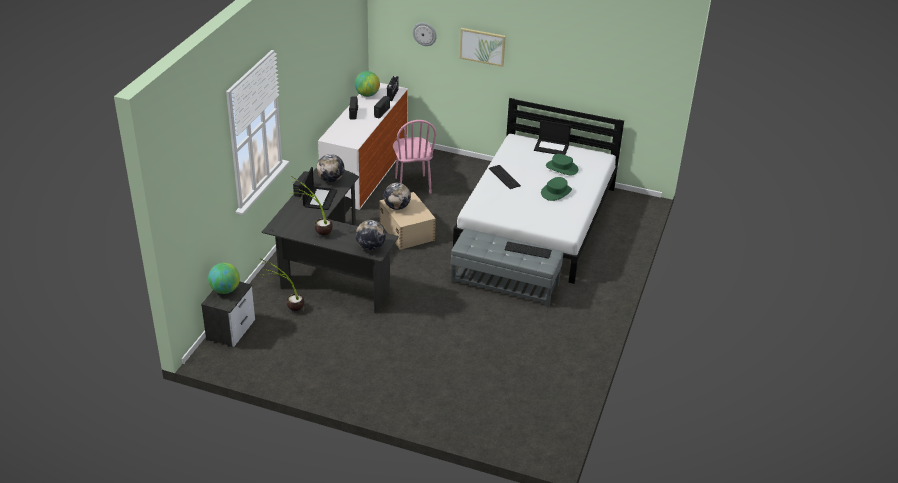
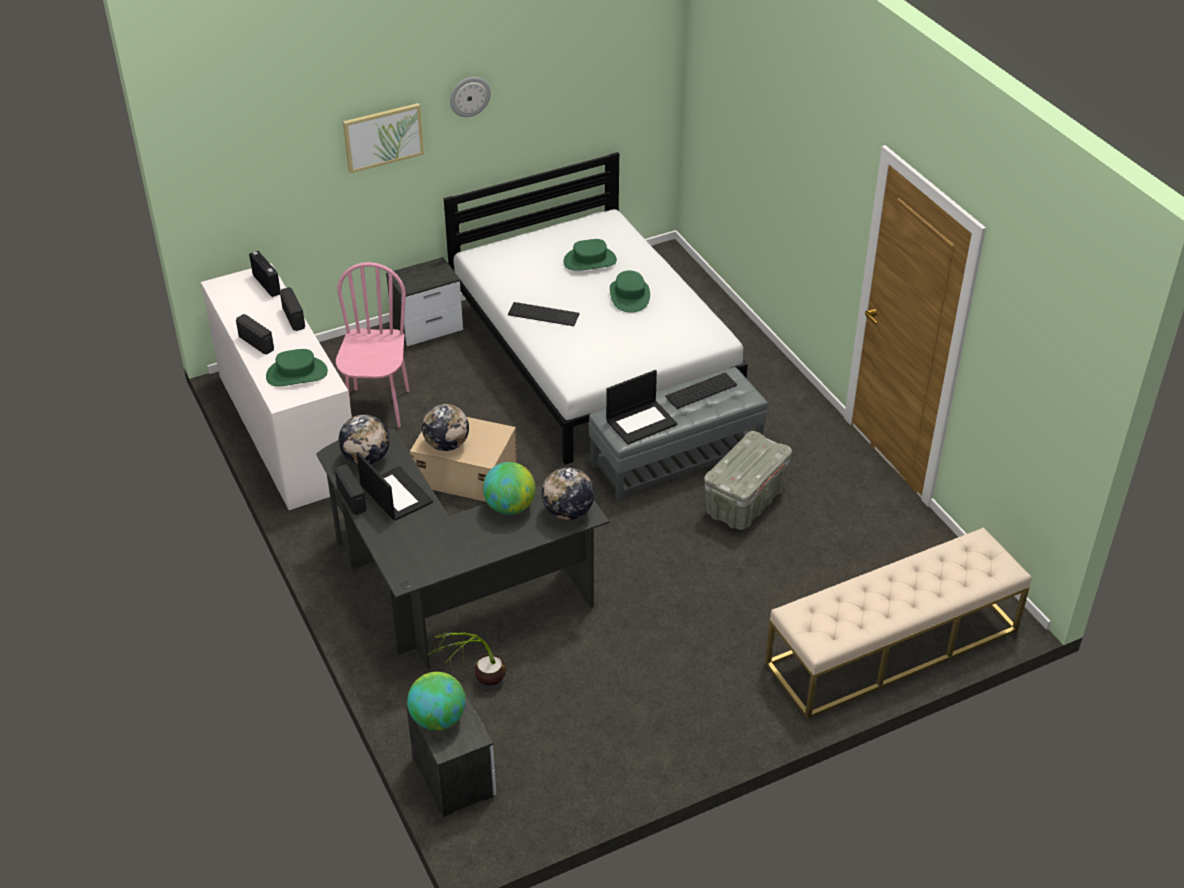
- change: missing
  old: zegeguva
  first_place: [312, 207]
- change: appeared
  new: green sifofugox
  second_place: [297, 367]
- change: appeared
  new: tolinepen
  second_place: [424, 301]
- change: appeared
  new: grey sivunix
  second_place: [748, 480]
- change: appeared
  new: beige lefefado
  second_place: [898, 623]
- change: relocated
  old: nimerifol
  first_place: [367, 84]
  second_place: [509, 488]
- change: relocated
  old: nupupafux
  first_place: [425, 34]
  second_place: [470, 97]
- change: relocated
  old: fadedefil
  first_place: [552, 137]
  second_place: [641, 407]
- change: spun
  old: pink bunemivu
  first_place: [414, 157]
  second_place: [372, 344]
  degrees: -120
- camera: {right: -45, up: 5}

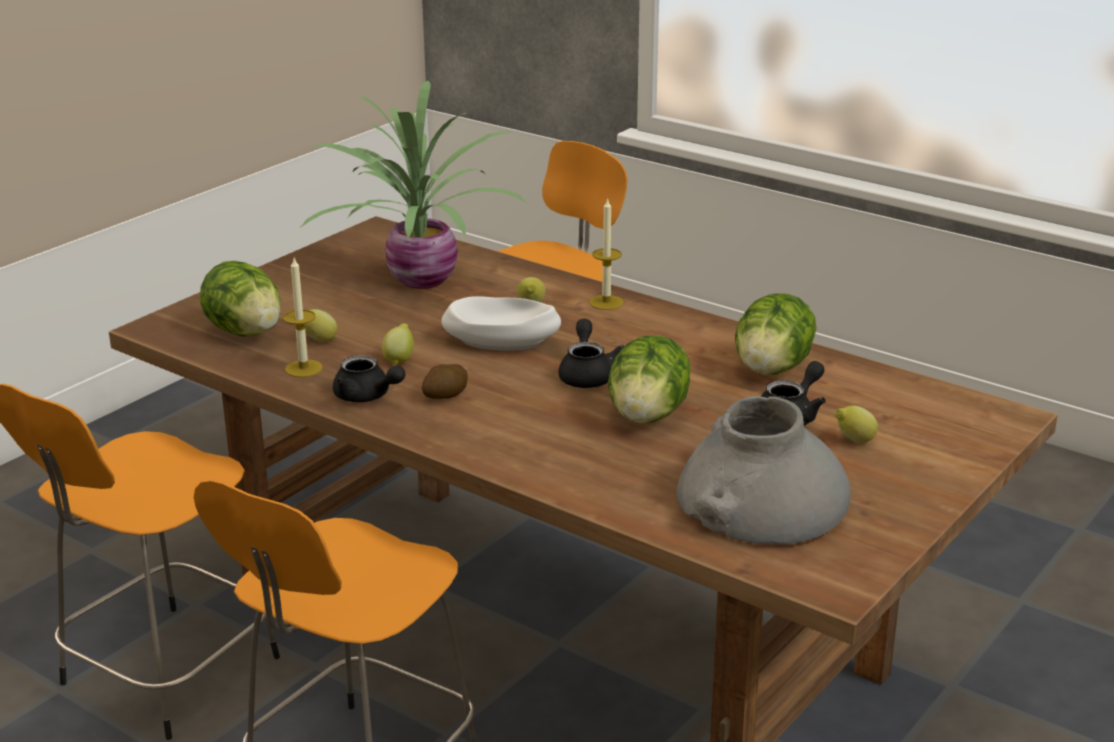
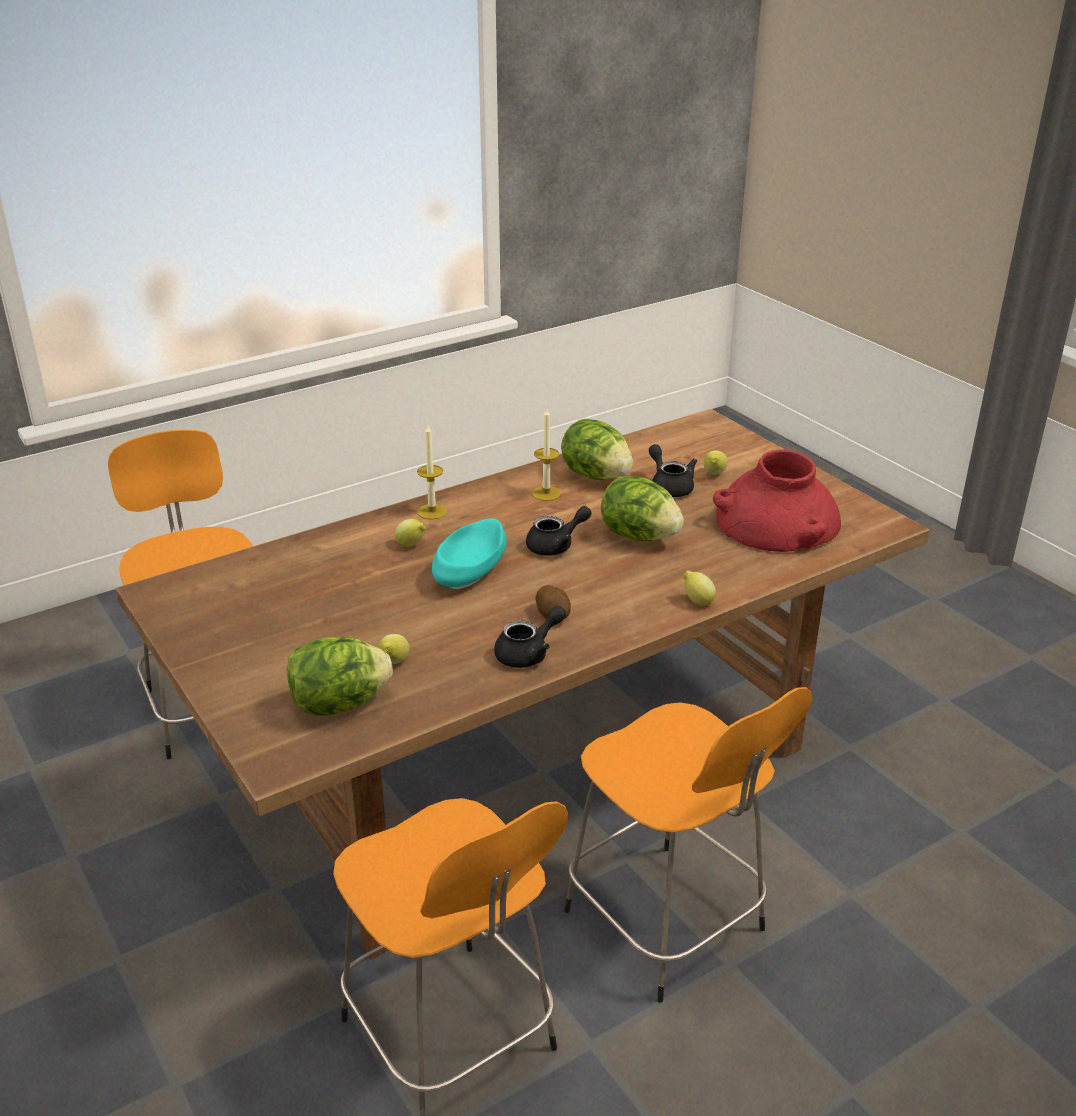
- change: missing
  old: zegeguva
  first_place: [413, 185]
- change: relocated
  old: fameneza
  first_place: [303, 317]
  second_place: [546, 454]
- change: relocated
  old: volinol
  first_place: [398, 344]
  second_place: [700, 588]
- change: colour
  old: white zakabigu
  new: turquoise zakabigu
  first_place: [501, 323]
  second_place: [469, 553]
- change: colour
  old: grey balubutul
  new: red balubutul
  first_place: [763, 470]
  second_place: [777, 500]
- change: spun
  old: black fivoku
  first_place: [591, 353]
  second_place: [559, 531]
  degrees: 135
- camera: {right: -70, up: 5}

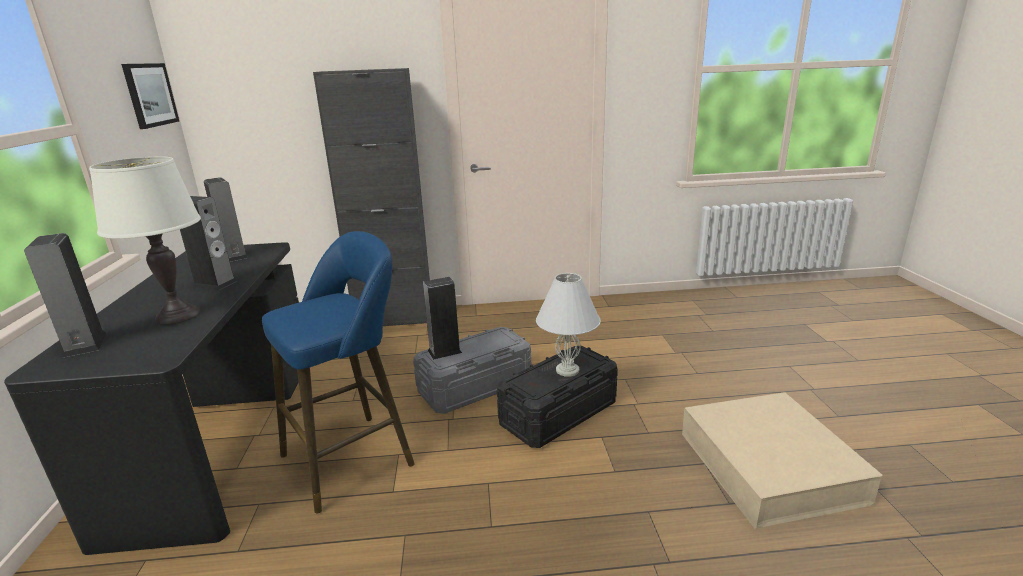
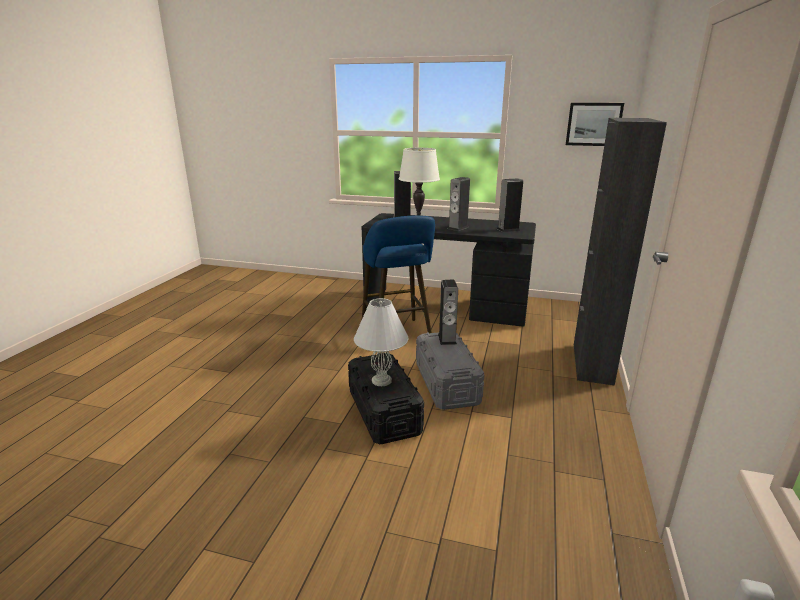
- change: missing
  old: beige sivunix
  first_place: [782, 460]
- camera: {right: 110, up: 0}

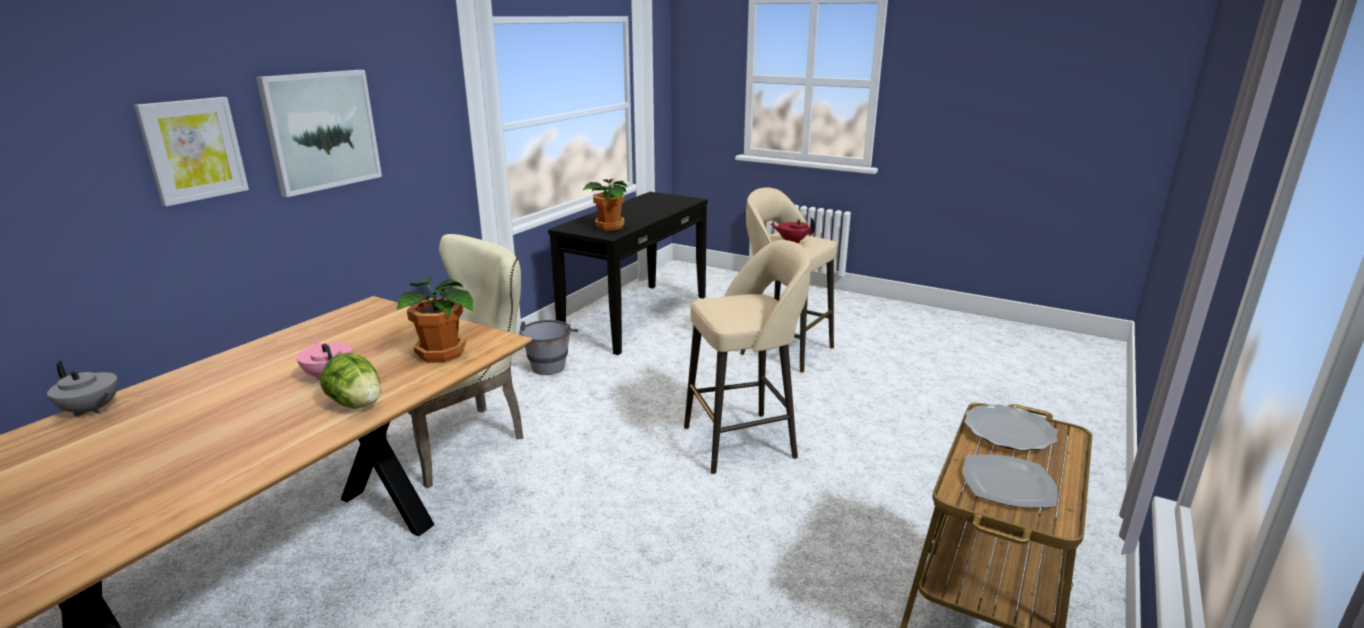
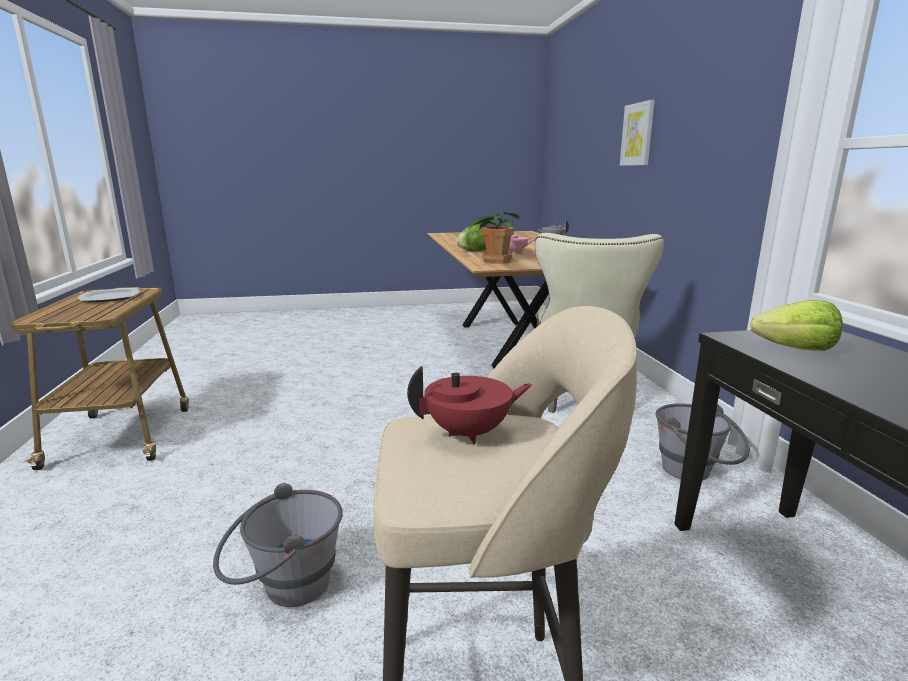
- change: missing
  old: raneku
  first_place: [319, 133]
- change: missing
  old: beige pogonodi
  first_place: [747, 357]
- change: missing
  old: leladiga
  first_place: [1011, 427]
- change: appeared
  new: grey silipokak
  second_place: [278, 545]
- change: exchanged
  old: zegeguva
  new: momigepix
  first_place: [605, 205]
  second_place: [796, 325]
- camera: {right: 140, up: -5}

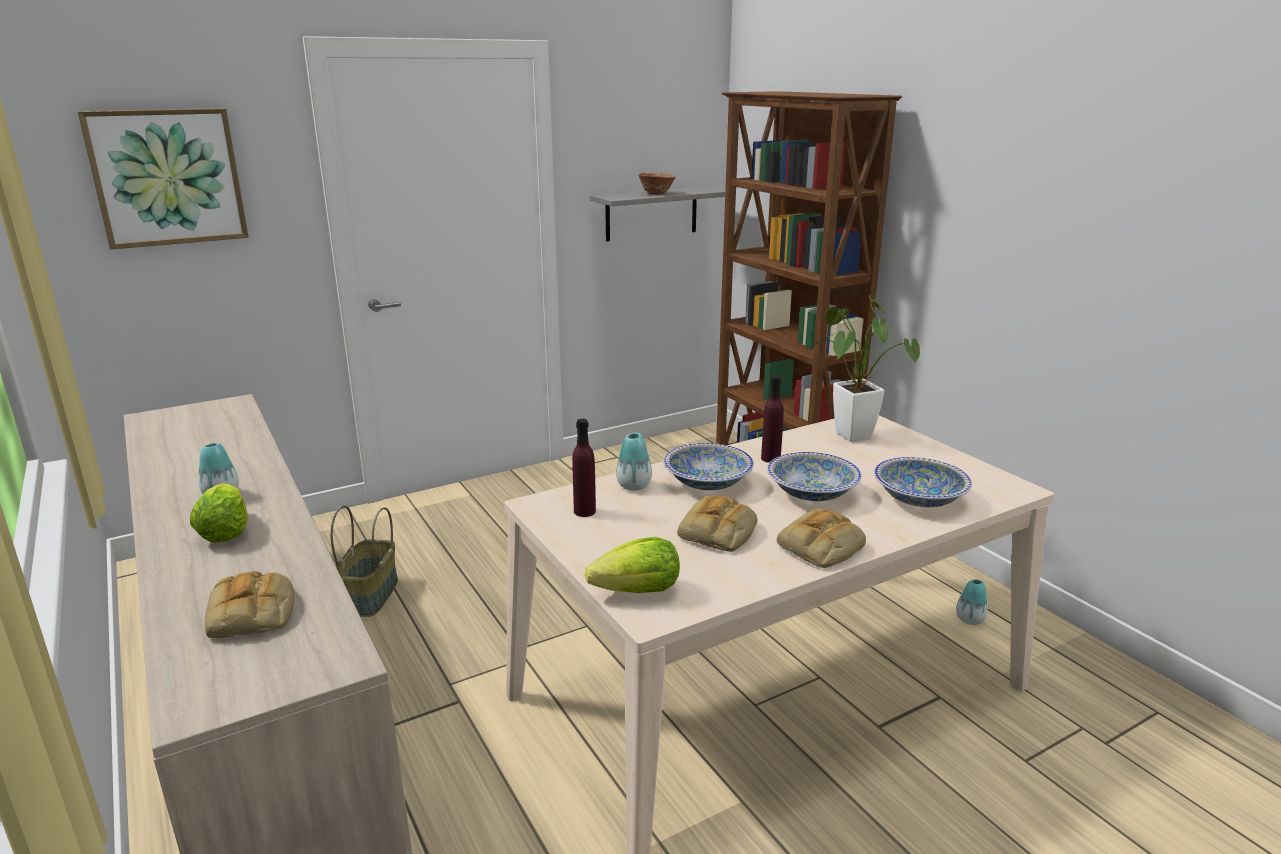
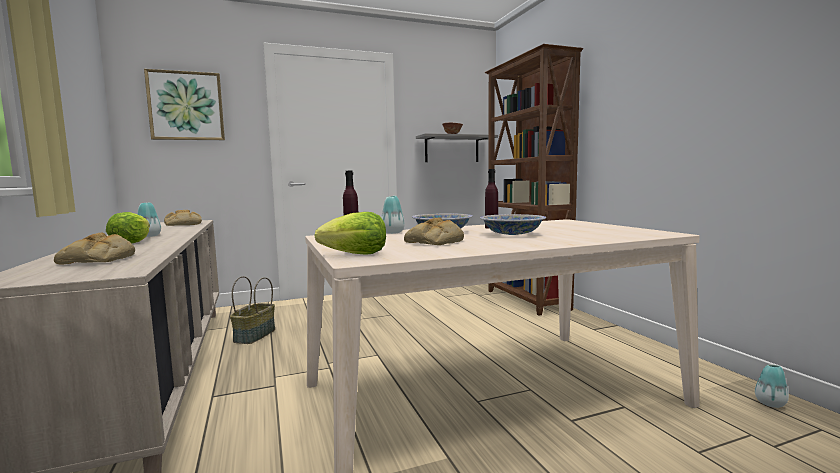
- change: missing
  old: zegeguva
  first_place: [866, 368]
- change: missing
  old: zakabigu
  first_place: [923, 482]
- change: relocated
  old: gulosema
  first_place: [821, 538]
  second_place: [183, 218]
- change: relocated
  old: balubutul
  first_place: [972, 602]
  second_place: [772, 386]
- camera: {right: 10, up: -15}

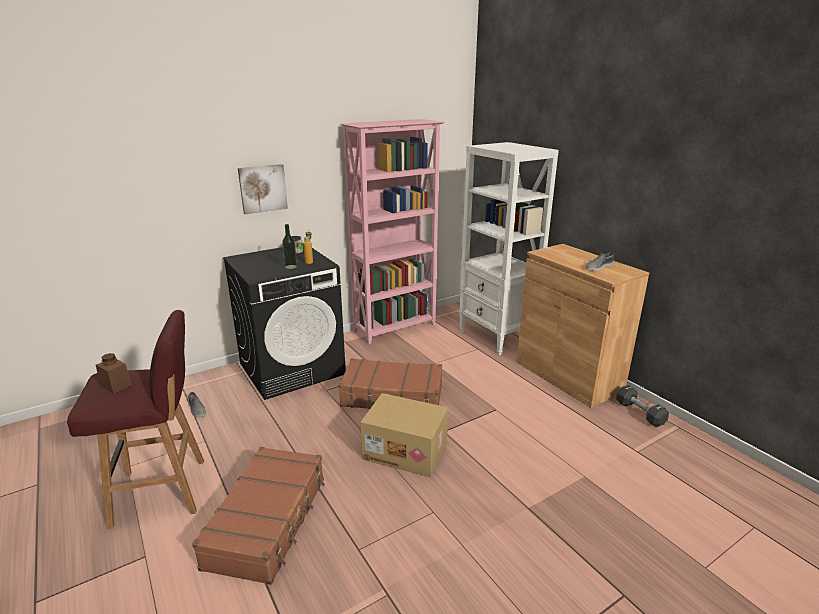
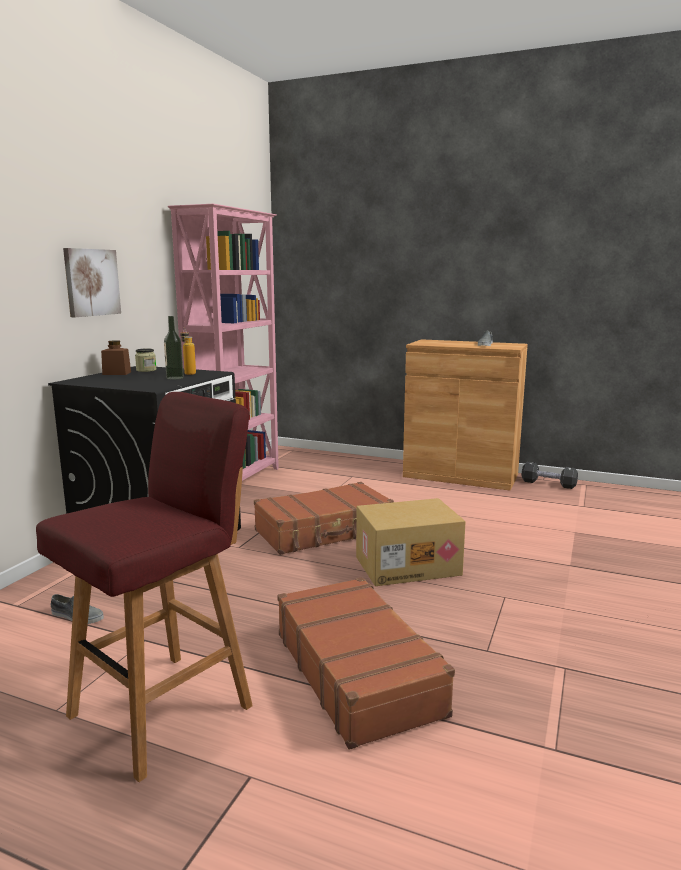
- change: missing
  old: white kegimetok
  first_place: [509, 248]
- change: relocated
  old: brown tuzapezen
  first_place: [114, 373]
  second_place: [116, 357]
- camera: {right: -35, up: -10}

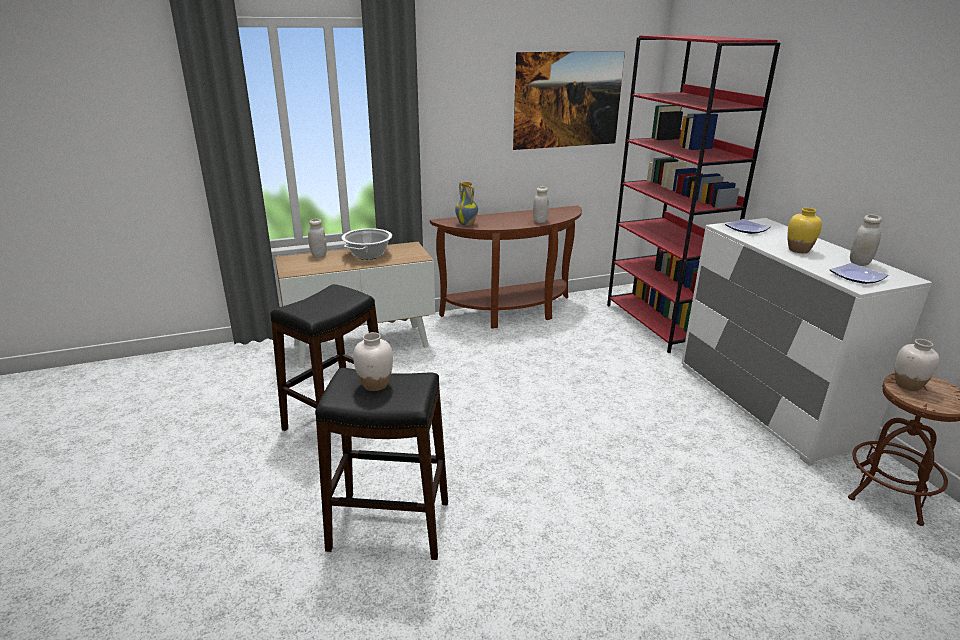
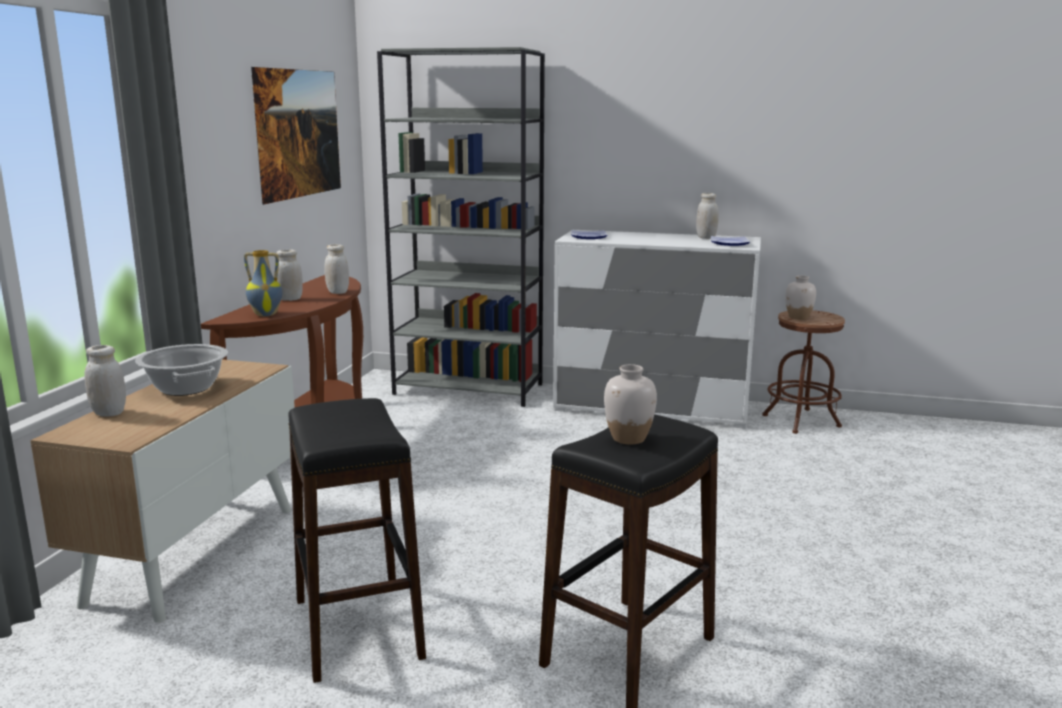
- change: missing
  old: yellow balubutul
  first_place: [804, 230]
- change: appeared
  new: white tuzapezen
  second_place: [289, 275]
- change: colour
  old: red kegimetok
  new: grey kegimetok
  first_place: [693, 194]
  second_place: [461, 227]
- camera: {right: -55, up: -10}

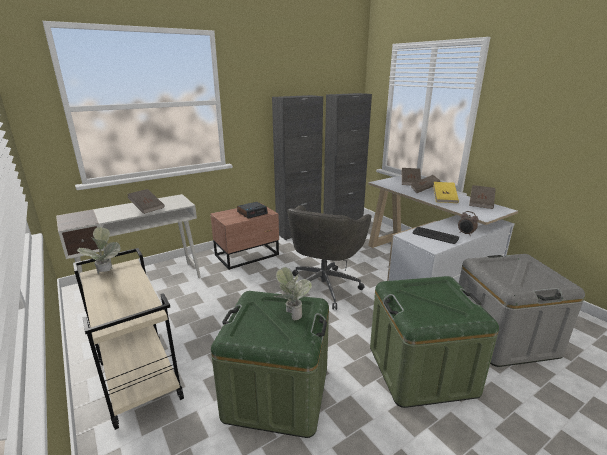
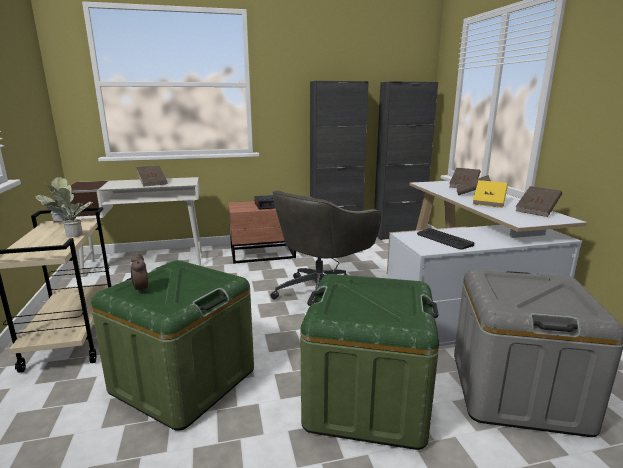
- change: relocated
  old: zegeguva
  first_place: [293, 293]
  second_place: [69, 211]
- change: relocated
  old: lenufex
  first_place: [468, 223]
  second_place: [139, 272]
- camera: {right: 20, up: -5}

